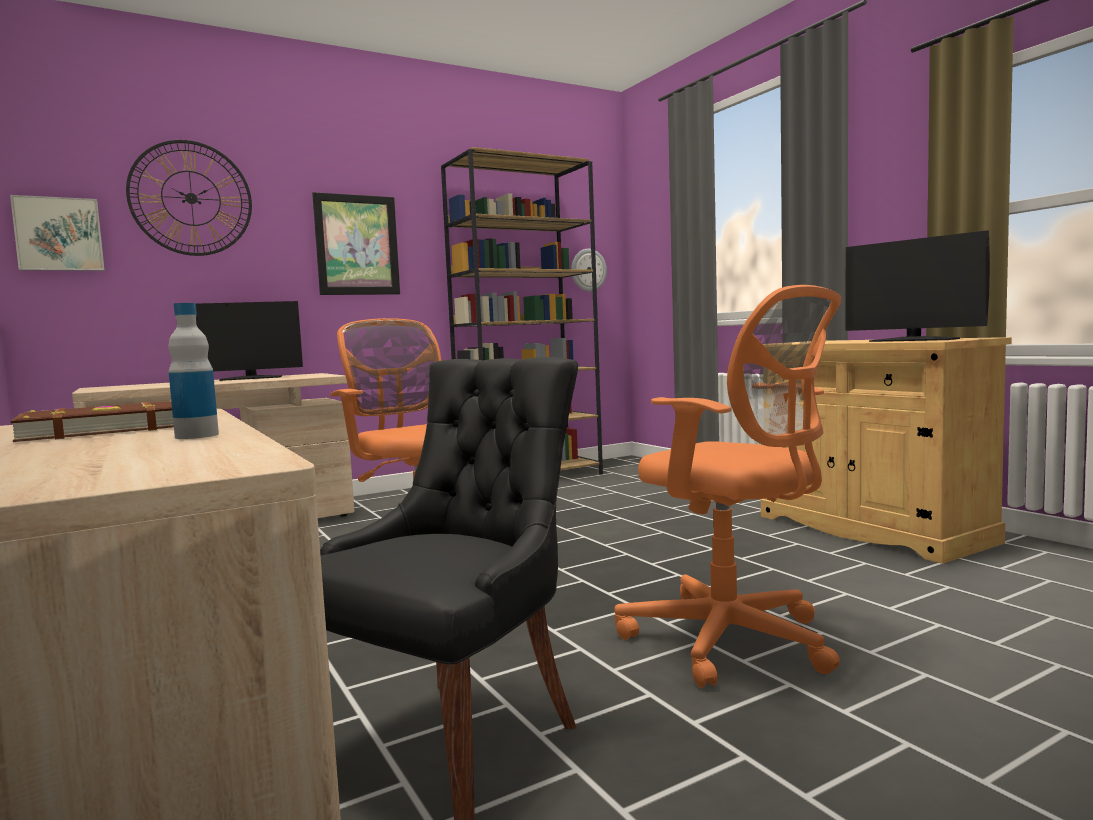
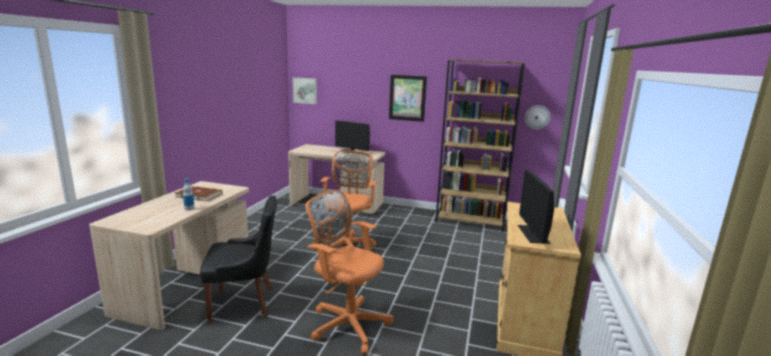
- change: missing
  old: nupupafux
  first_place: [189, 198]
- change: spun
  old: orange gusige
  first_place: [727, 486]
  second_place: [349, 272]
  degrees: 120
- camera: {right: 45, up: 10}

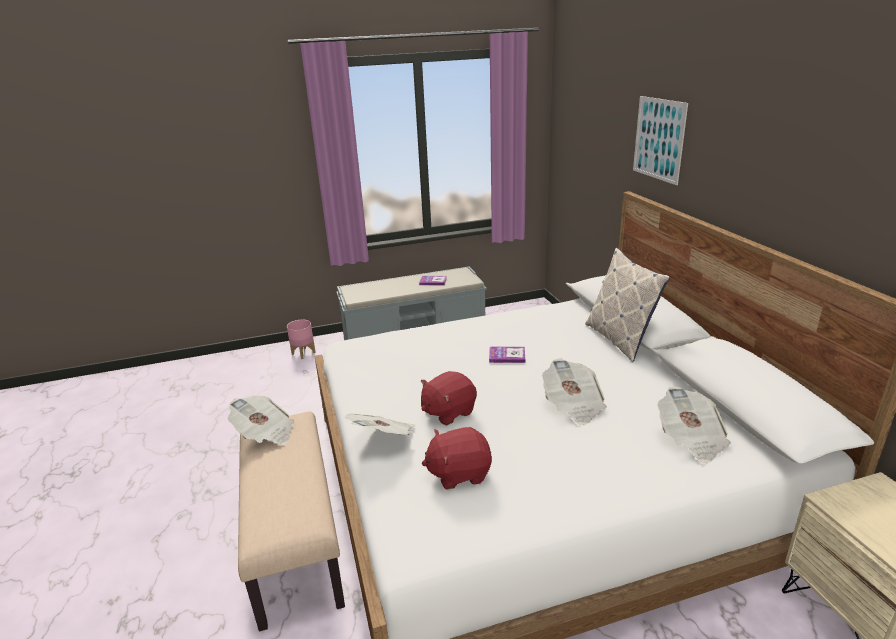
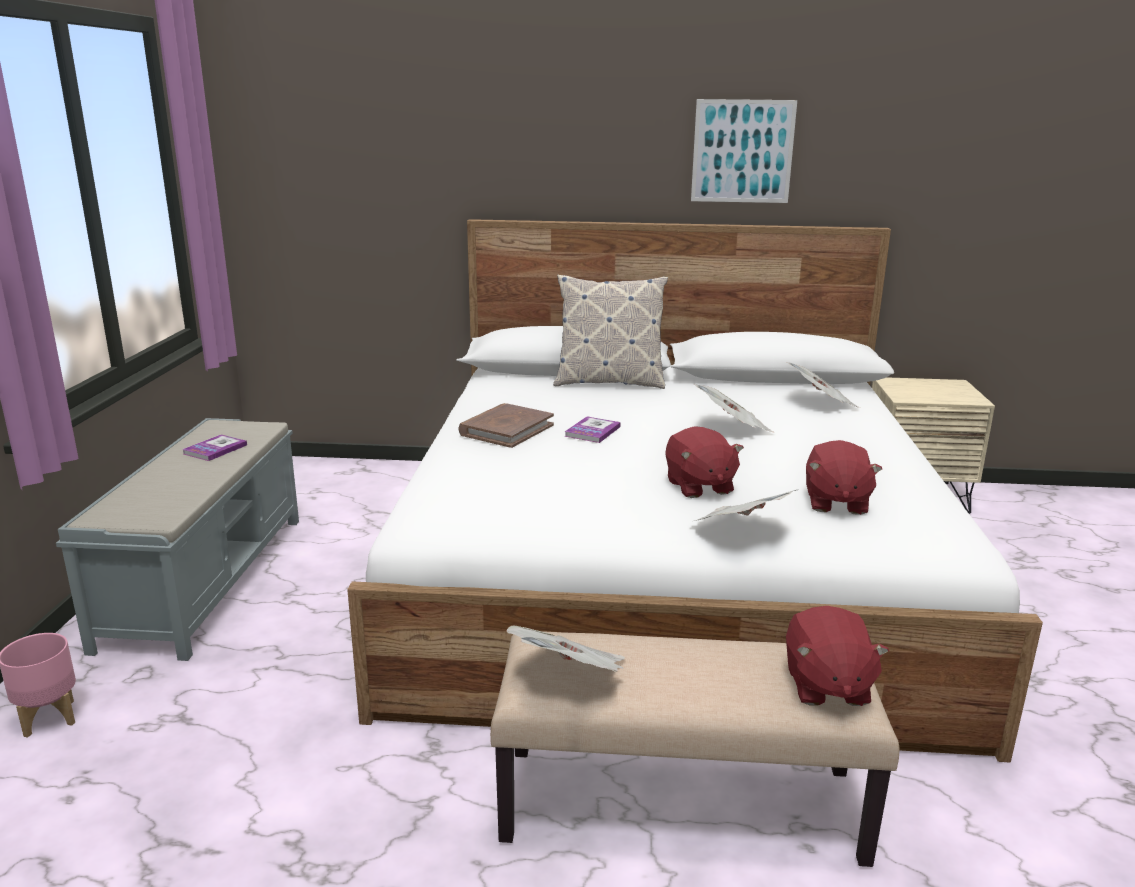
- change: appeared
  new: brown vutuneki
  second_place: [506, 425]
- change: appeared
  new: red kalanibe
  second_place: [837, 656]
- change: relocated
  old: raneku
  first_place: [660, 140]
  second_place: [744, 151]
- camera: {right: -70, up: -5}

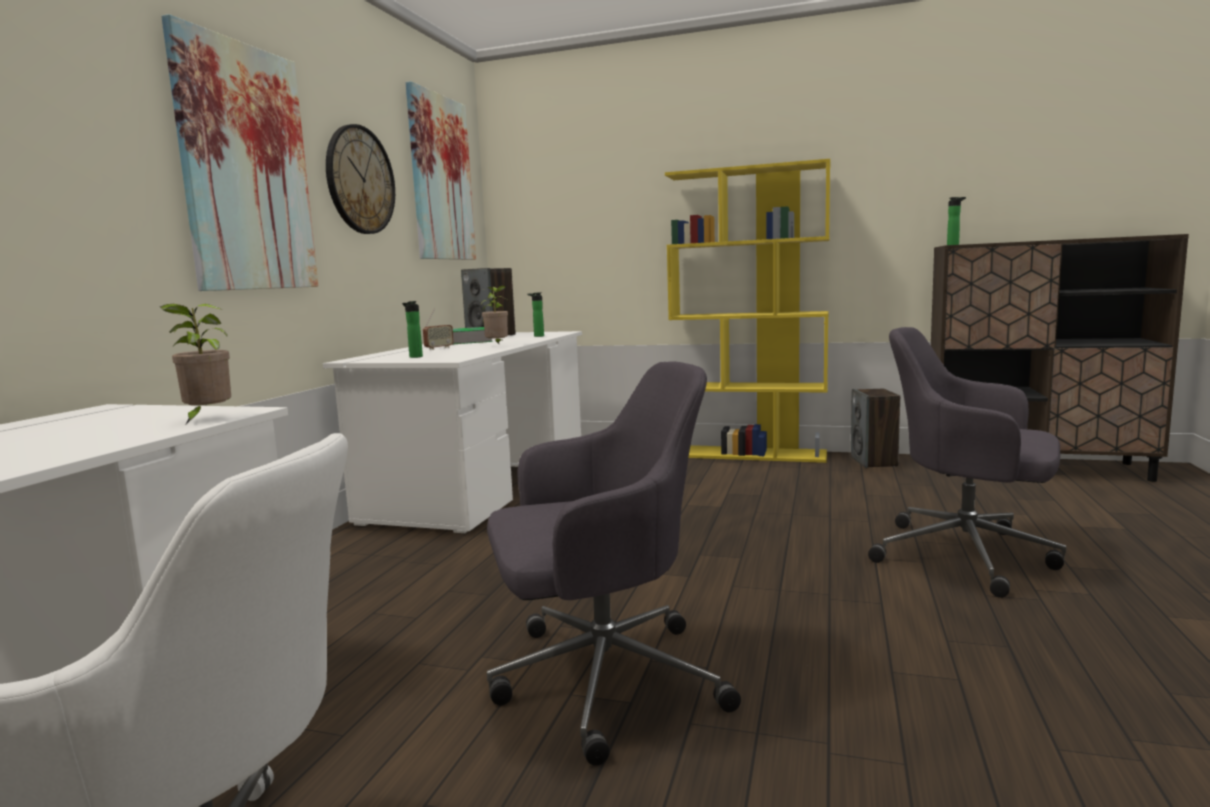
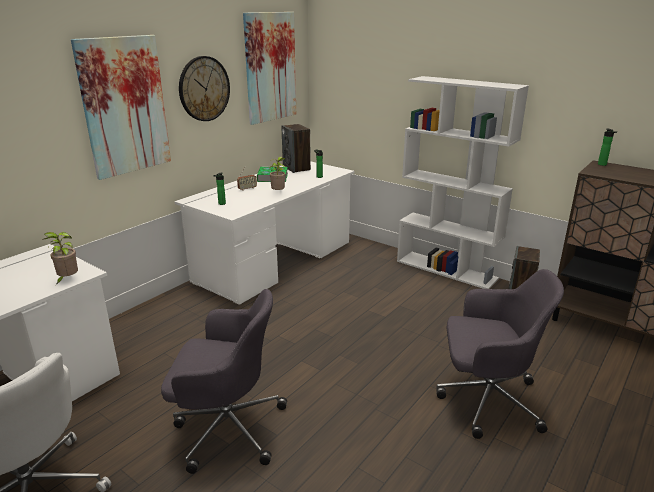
- change: colour
  old: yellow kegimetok
  new: white kegimetok
  first_place: [747, 311]
  second_place: [463, 182]
- change: spun
  old: grey gusige
  first_place: [967, 462]
  second_place: [500, 354]
  degrees: 135
- camera: {right: 20, up: 15}

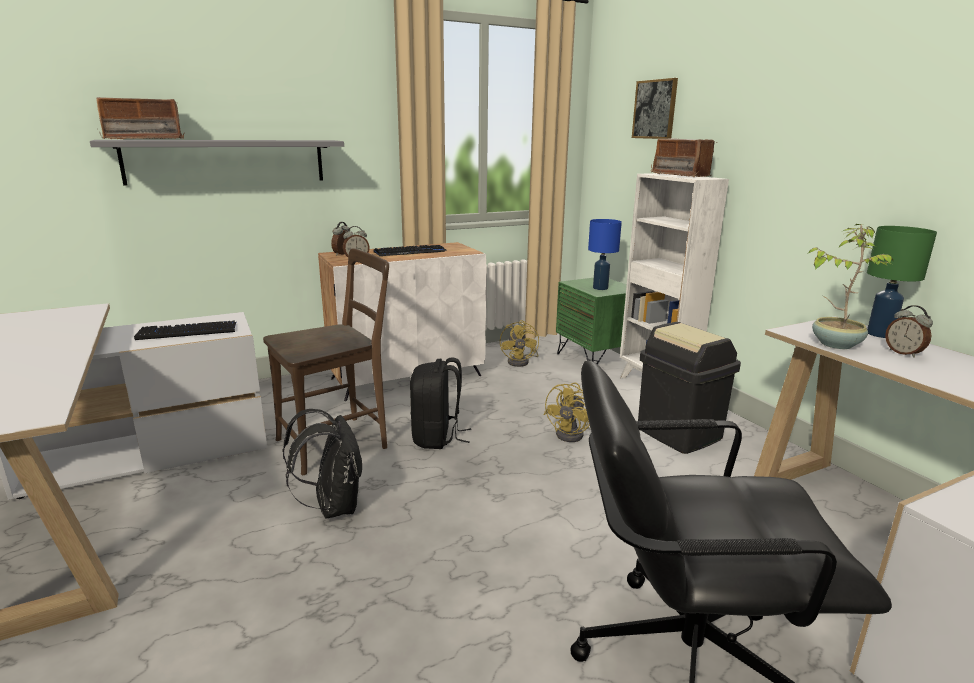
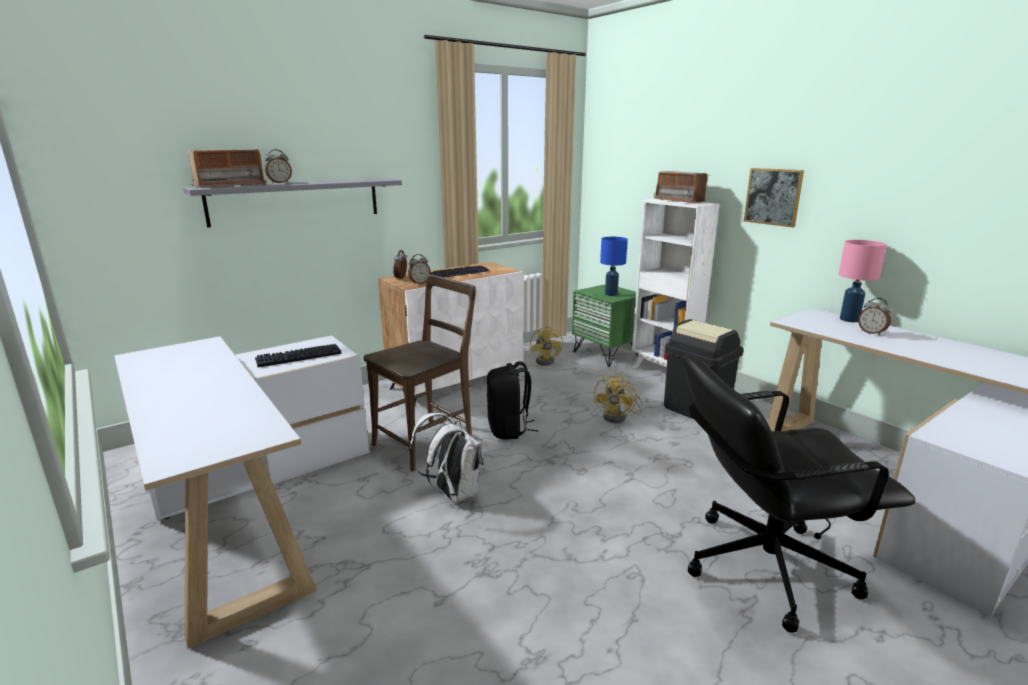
- change: missing
  old: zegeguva
  first_place: [851, 286]
- change: appeared
  new: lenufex
  second_place: [278, 166]
- change: relocated
  old: raneku
  first_place: [655, 108]
  second_place: [774, 197]
- change: colour
  old: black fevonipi
  new: white fevonipi
  first_place: [322, 464]
  second_place: [446, 457]
- change: colour
  old: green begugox
  new: pink begugox
  first_place: [902, 282]
  second_place: [863, 281]
- camera: {right: -10, up: 0}

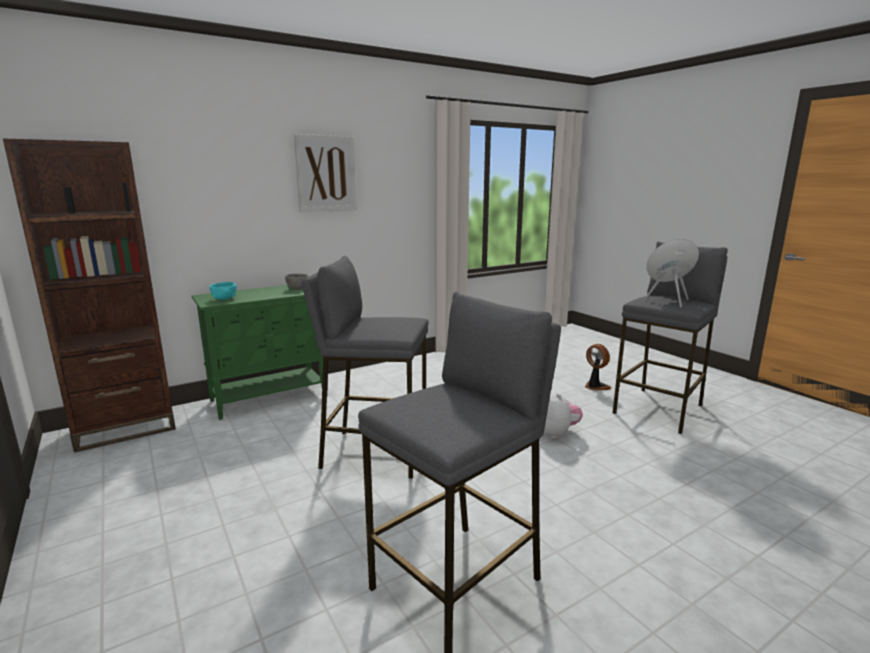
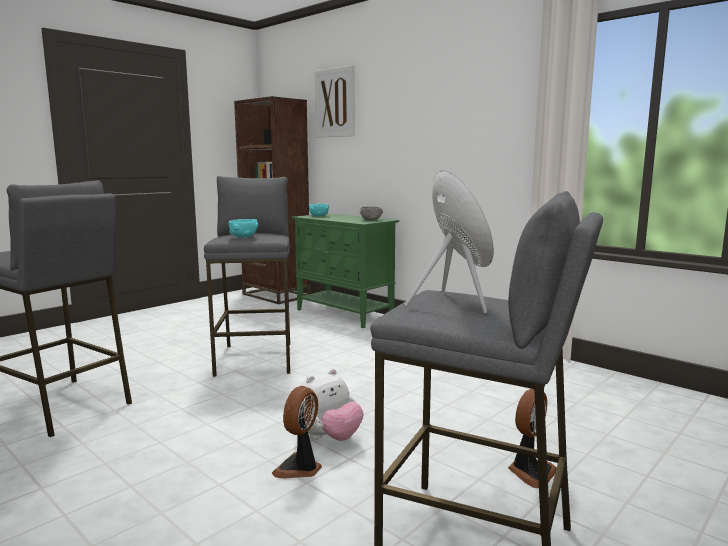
- change: appeared
  new: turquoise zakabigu
  second_place: [243, 228]
- change: appeared
  new: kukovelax
  second_place: [297, 432]
- change: relocated
  old: raneku
  first_place: [325, 173]
  second_place: [335, 101]
- camera: {right: 75, up: -5}

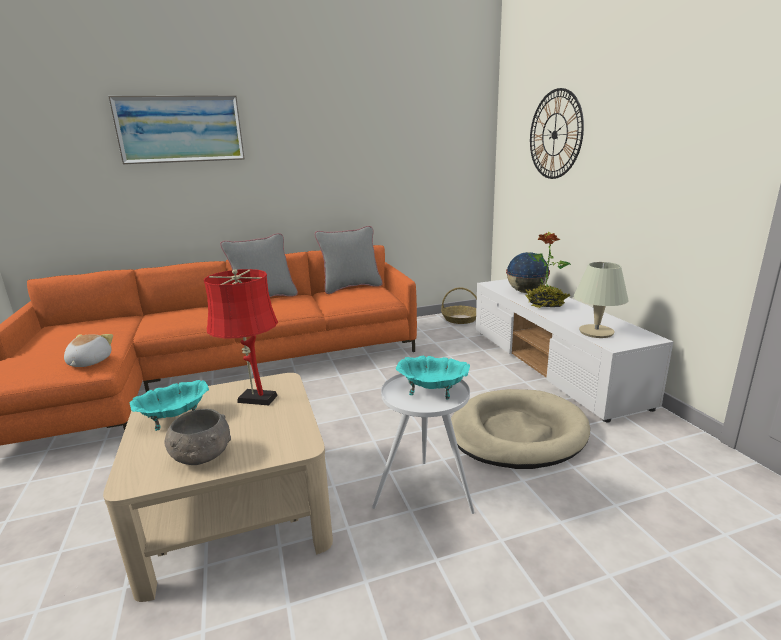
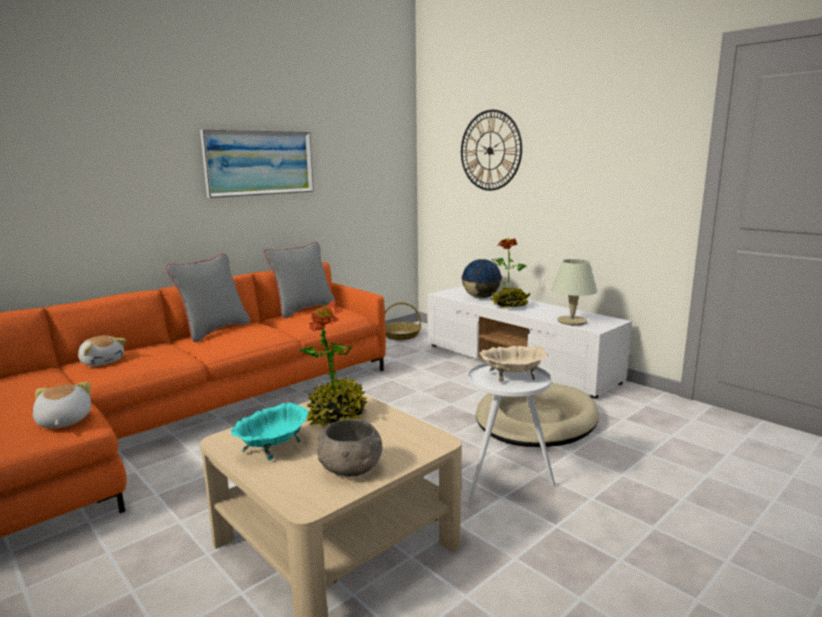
- change: appeared
  new: kalanibe
  second_place: [102, 350]
- change: relocated
  old: raneku
  first_place: [176, 129]
  second_place: [257, 164]
- change: exchanged
  old: red begugox
  new: zegeguva
  first_place: [241, 337]
  second_place: [333, 363]
- change: colour
  old: turquoise zakabigu
  new: beige zakabigu
  first_place: [433, 378]
  second_place: [513, 364]
- camera: {right: -25, up: -5}

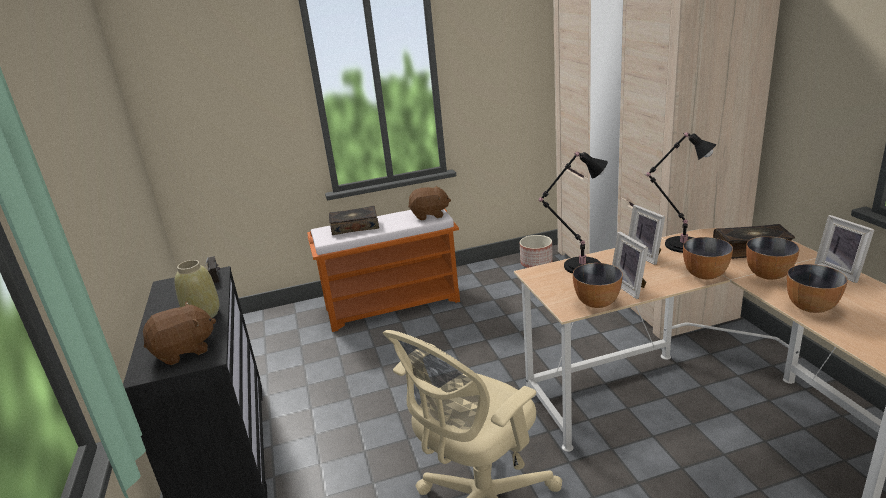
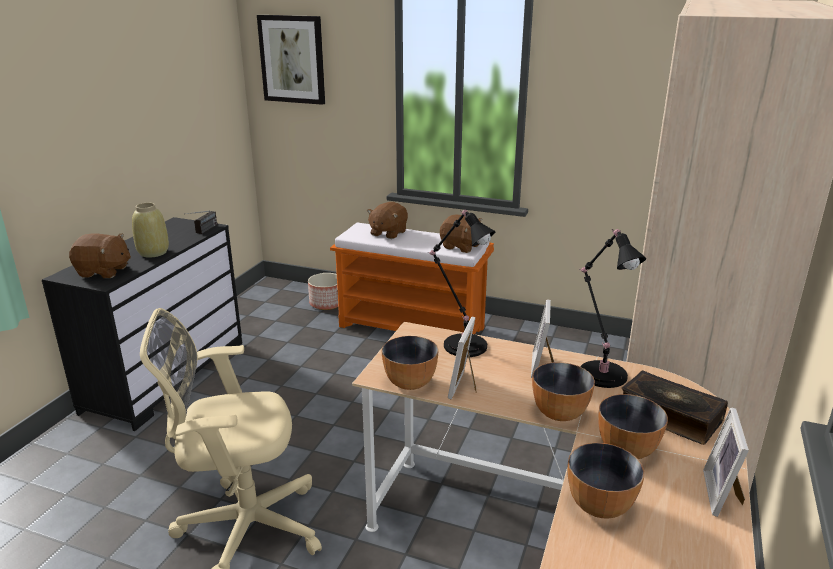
- change: appeared
  new: raneku
  second_place: [291, 60]
- change: relocated
  old: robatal
  first_place: [536, 251]
  second_place: [323, 291]
- change: exchanged
  old: vutuneki
  new: brown kalanibe
  first_place: [354, 220]
  second_place: [387, 220]
- camera: {right: 35, up: 0}

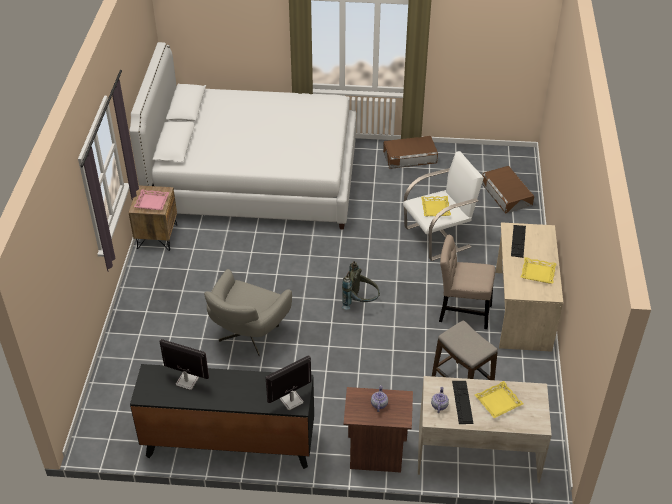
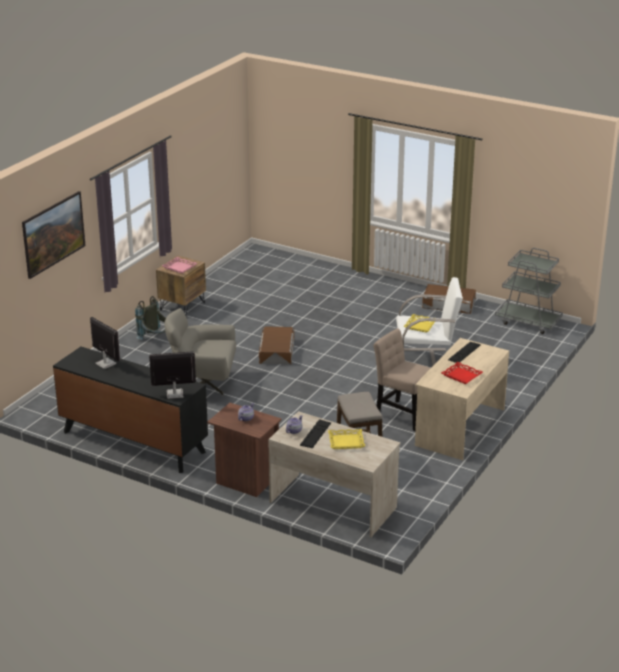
- change: missing
  old: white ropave
  first_place: [243, 135]
- change: appeared
  new: raneku
  second_place: [53, 235]
- change: appeared
  new: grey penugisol
  second_place: [529, 291]
- change: relocated
  old: grey fevonipi
  first_place: [361, 285]
  second_place: [150, 318]
- change: relocated
  old: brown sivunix
  first_place: [508, 189]
  second_place: [277, 345]
- change: colour
  old: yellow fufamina
  new: red fufamina
  first_place: [539, 270]
  second_place: [462, 373]
- change: spun
  old: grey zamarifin
  first_place: [248, 312]
  second_place: [200, 351]
  degrees: 45
- camera: {right: 25, up: -15}

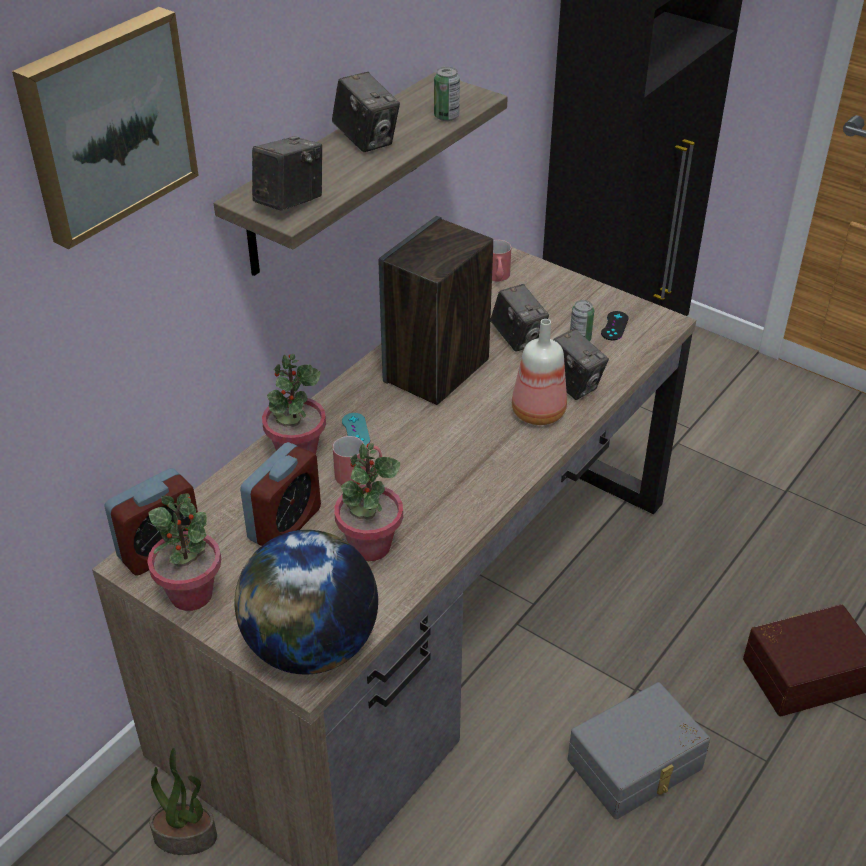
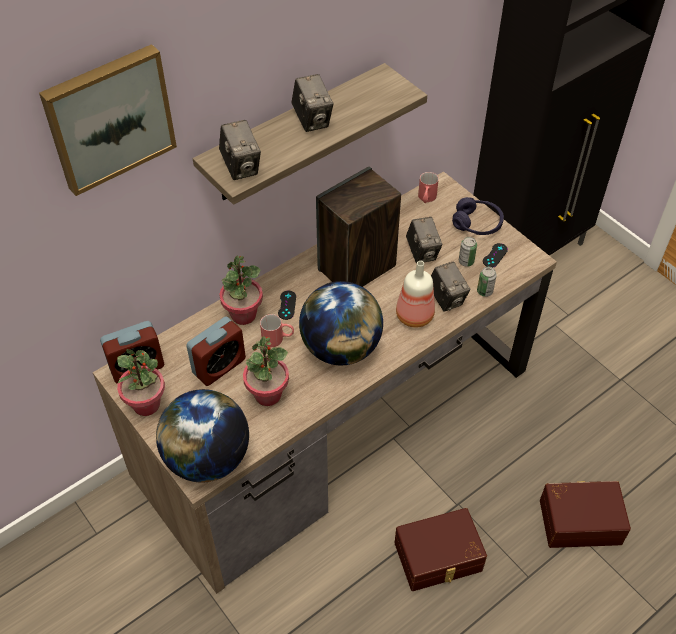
- change: missing
  old: zegeguva
  first_place: [183, 801]
- change: appeared
  new: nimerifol
  second_place: [341, 323]
- change: appeared
  new: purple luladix
  second_place: [478, 216]
- change: relocated
  old: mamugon
  first_place: [447, 94]
  second_place: [487, 281]
- change: colour
  old: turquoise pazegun
  new: black pazegun
  first_place: [356, 429]
  second_place: [287, 305]
- change: colour
  old: grey sivunix
  new: brown sivunix
  first_place: [639, 750]
  second_place: [441, 549]
- change: spun
  old: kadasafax
  first_place: [287, 173]
  second_place: [240, 150]
  degrees: 105
- camera: {right: 15, up: 10}

